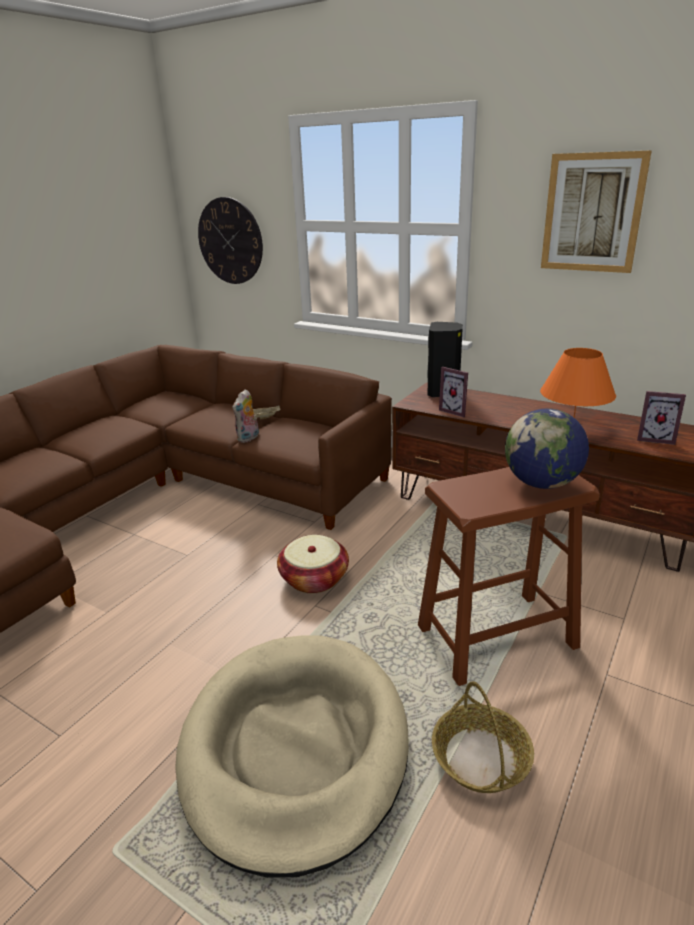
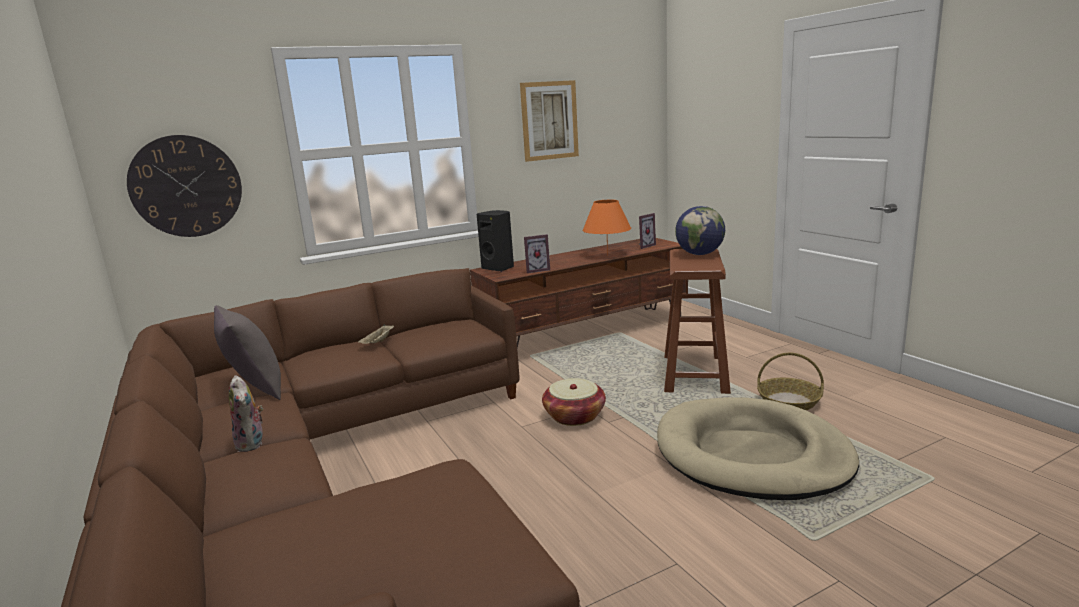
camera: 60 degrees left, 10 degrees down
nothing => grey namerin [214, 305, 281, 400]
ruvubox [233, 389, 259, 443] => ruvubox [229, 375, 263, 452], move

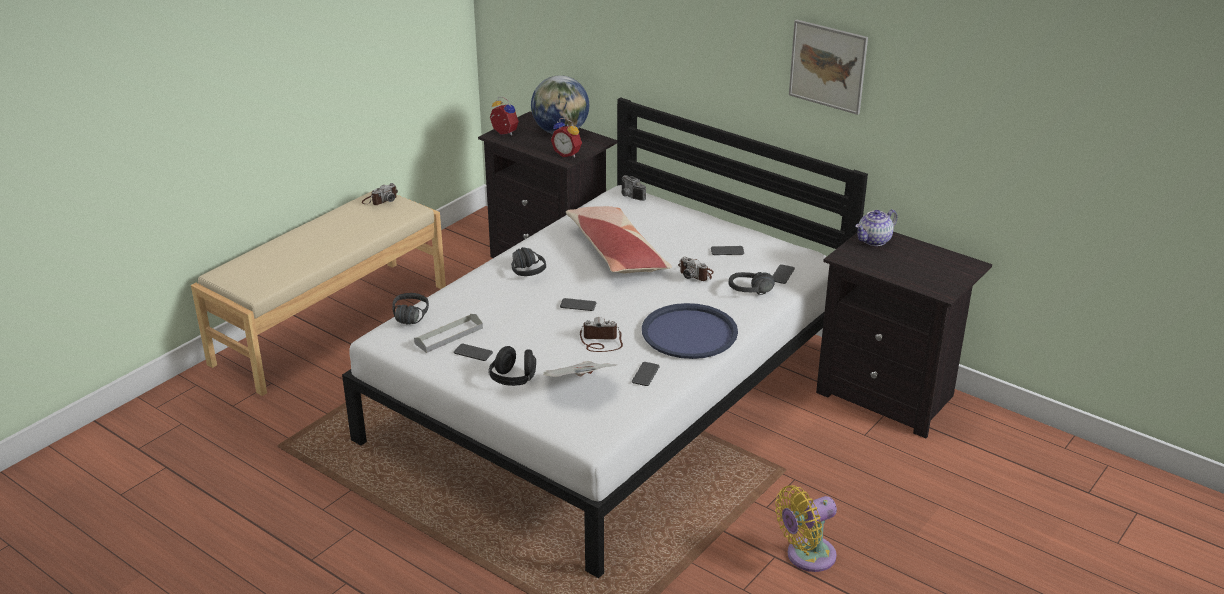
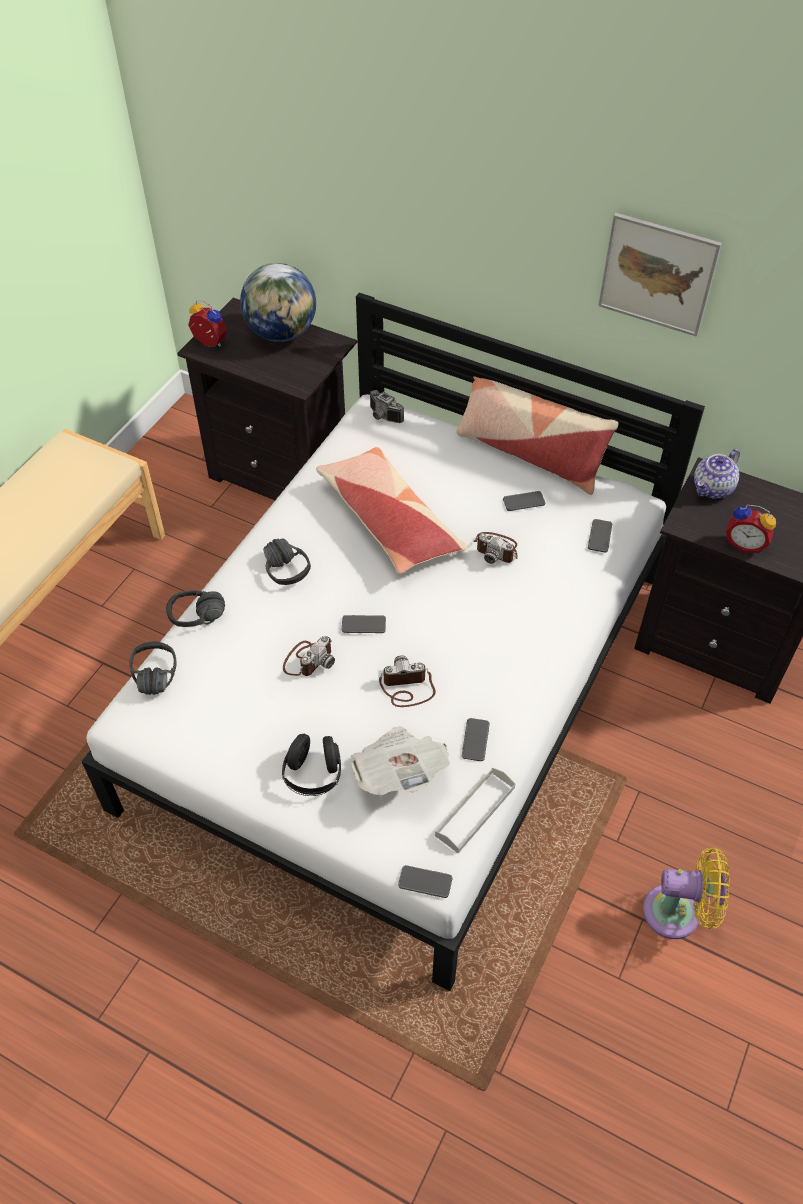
camera: 10 degrees left, 20 degrees up
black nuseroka [729, 272, 775, 295] => black nuseroka [166, 590, 225, 629], move
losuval [362, 183, 398, 205] => losuval [283, 636, 335, 676], move
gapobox [454, 344, 493, 361] => gapobox [398, 865, 452, 898], move
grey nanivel [414, 314, 483, 353] => grey nanivel [435, 767, 515, 853], move
nothing => namerin [457, 376, 619, 495]
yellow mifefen [775, 485, 837, 572] => yellow mifefen [643, 847, 730, 939], 135 degrees counterclockwise
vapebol [551, 118, 582, 158] => vapebol [726, 505, 776, 553], move
blue nanivel [642, 303, 738, 359] => nothing

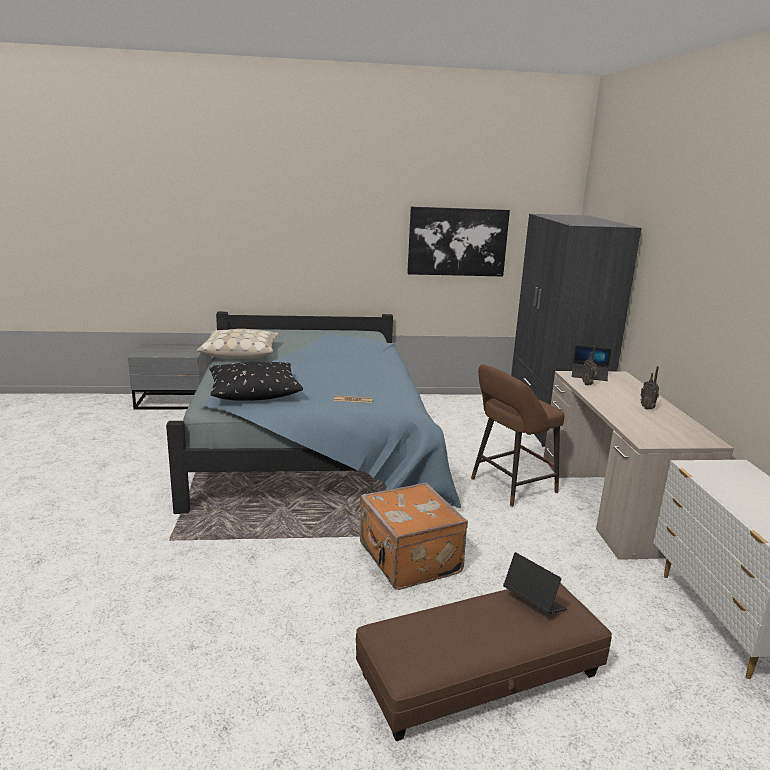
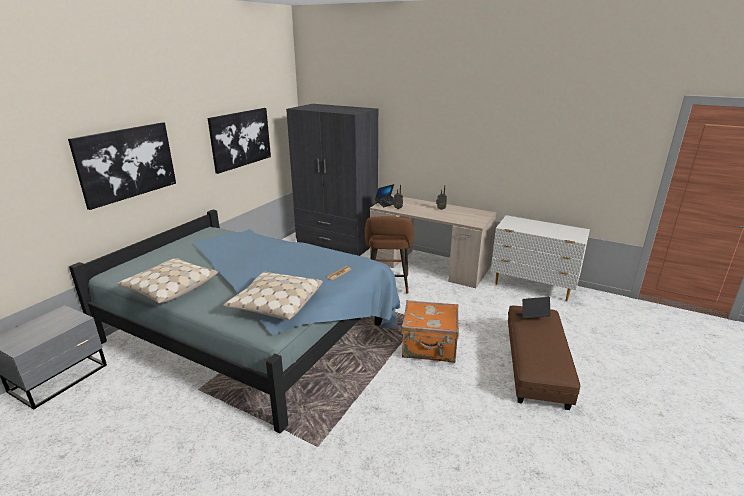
camera: 55 degrees left, 5 degrees up
nothing => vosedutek [68, 122, 176, 210]
black namerin [209, 362, 303, 401] => beige namerin [223, 272, 323, 320]

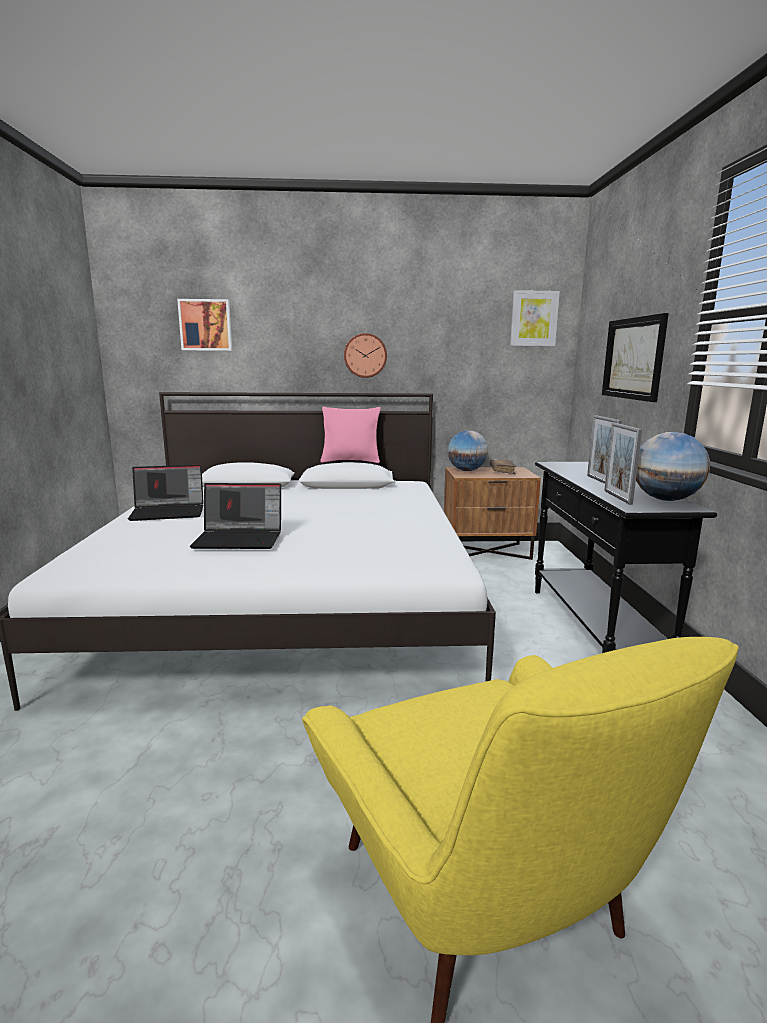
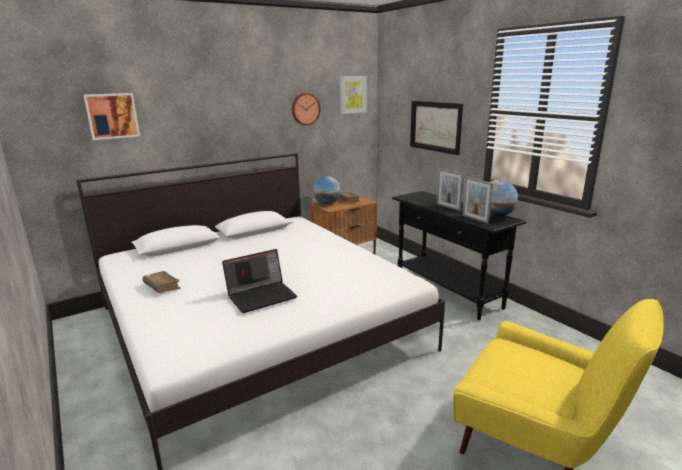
camera: 30 degrees left, 5 degrees up
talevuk [128, 465, 204, 521] => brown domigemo [143, 271, 180, 293]
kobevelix [344, 333, 387, 378] => kobevelix [292, 93, 320, 125], move
pink namerin [320, 406, 381, 463] => nothing

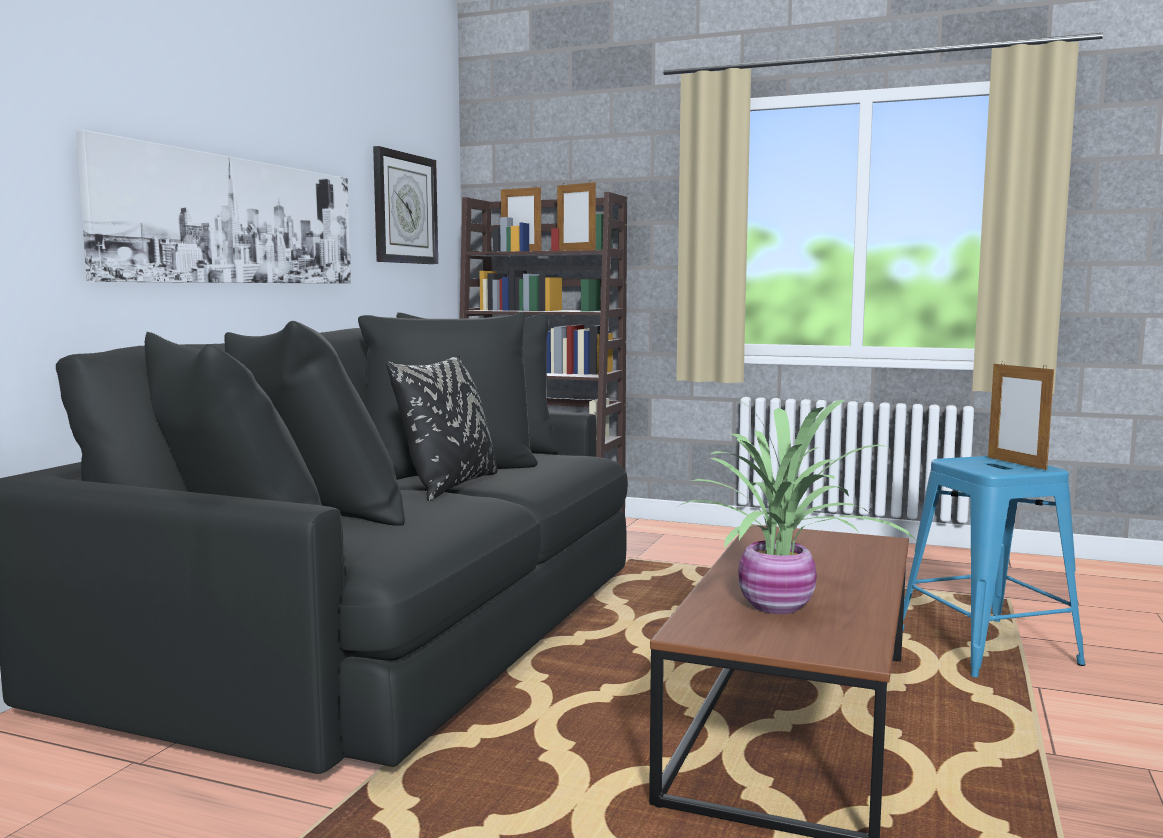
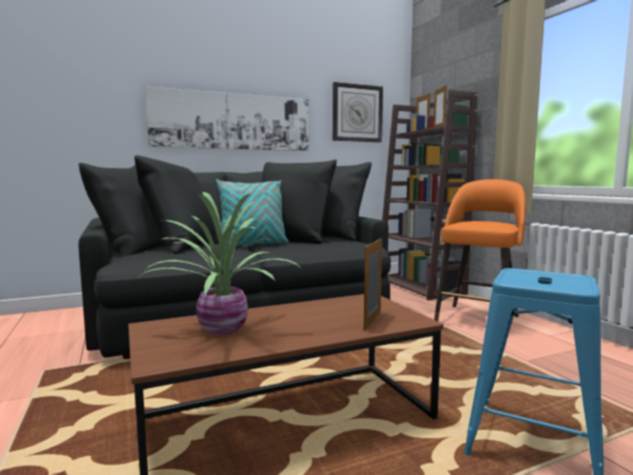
camera: 45 degrees right, 0 degrees up
black namerin [386, 355, 498, 501] => turquoise namerin [216, 179, 289, 246]
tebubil [988, 361, 1054, 470] => tebubil [364, 238, 382, 331], move
nothing => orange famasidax [434, 179, 526, 321]

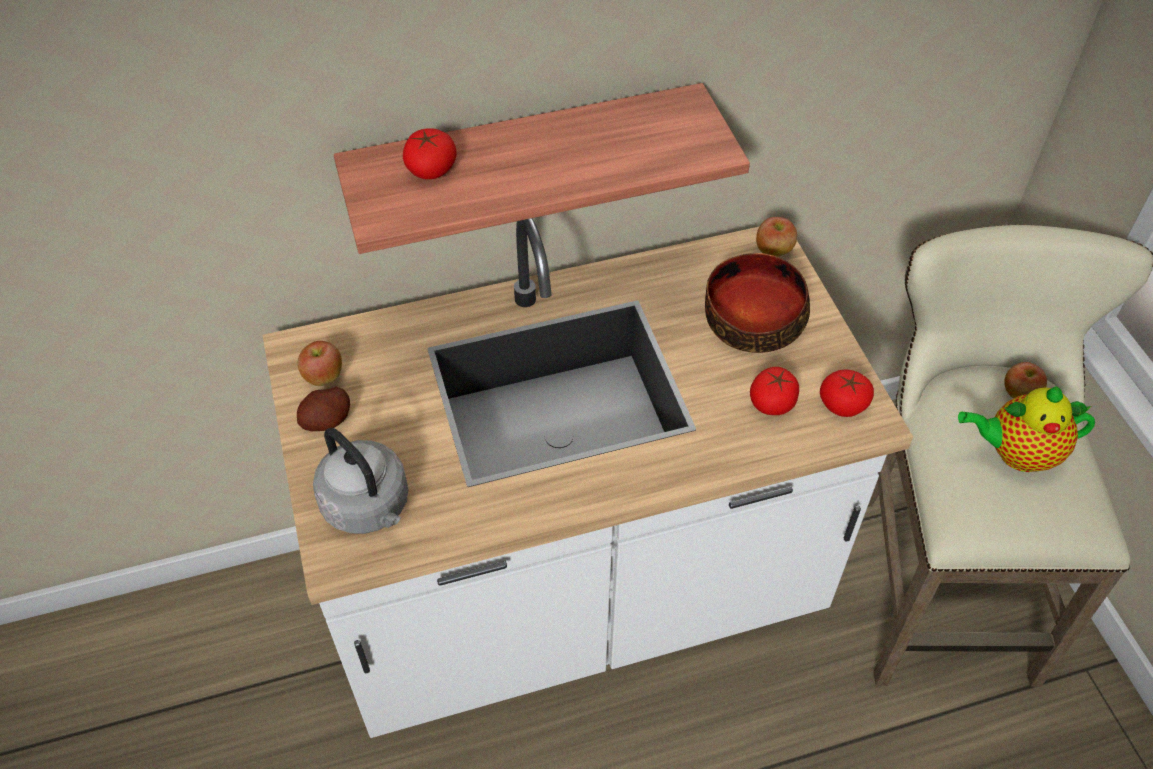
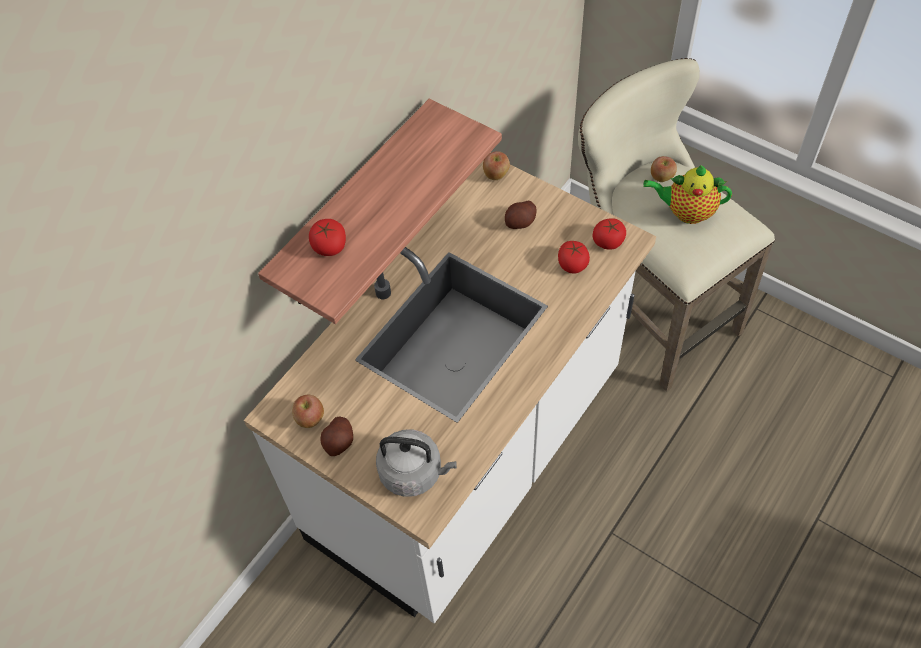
camera: 35 degrees left, 5 degrees up
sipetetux [705, 253, 810, 353] => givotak [505, 201, 537, 229]
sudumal [958, 386, 1095, 472] => sudumal [643, 165, 732, 224], 45 degrees clockwise

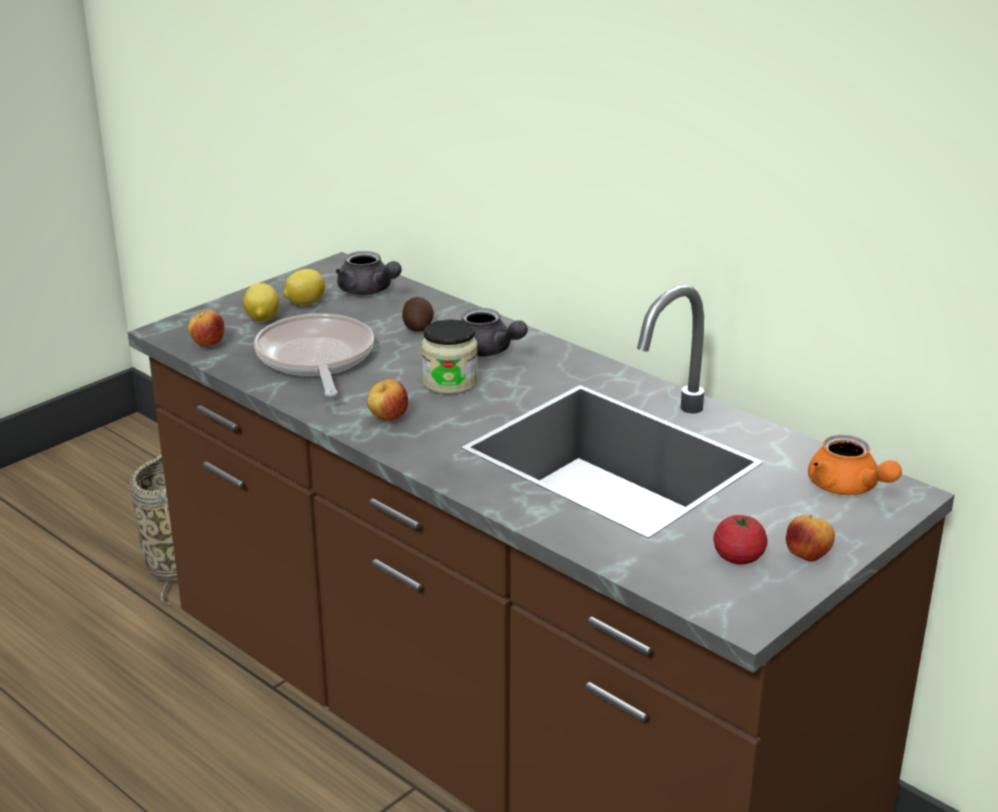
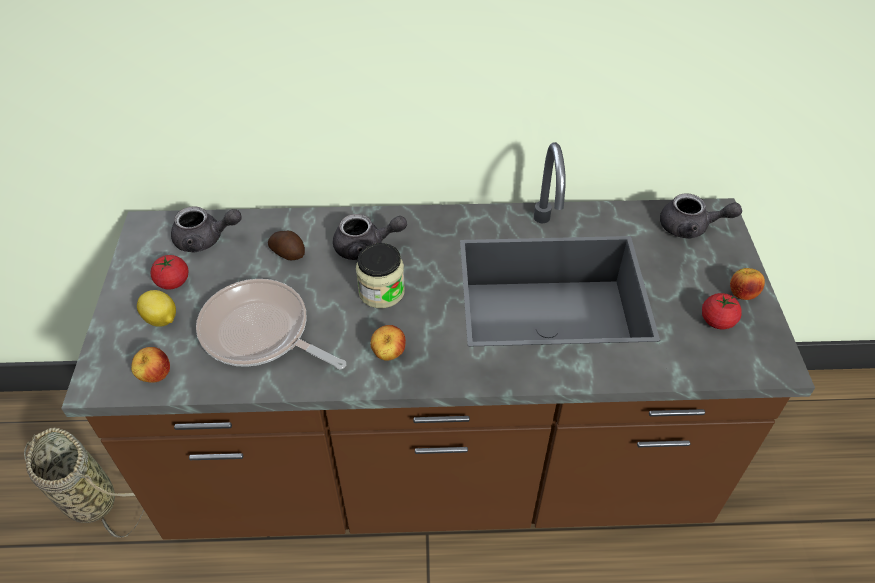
camera: 45 degrees left, 20 degrees up
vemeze [283, 269, 325, 305] => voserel [151, 255, 188, 290]
orange sudumal [808, 435, 902, 495] => grey sudumal [660, 193, 742, 239]

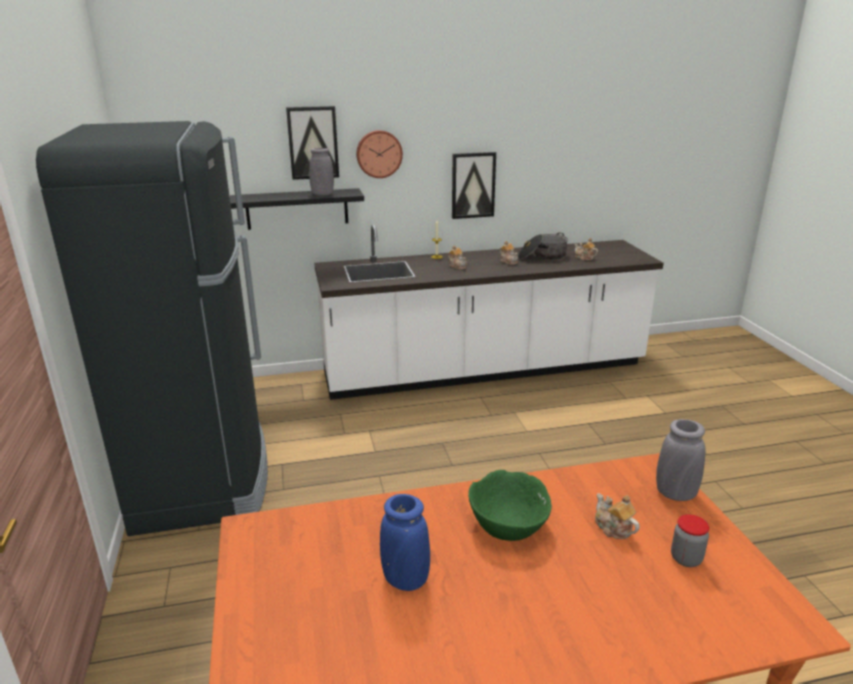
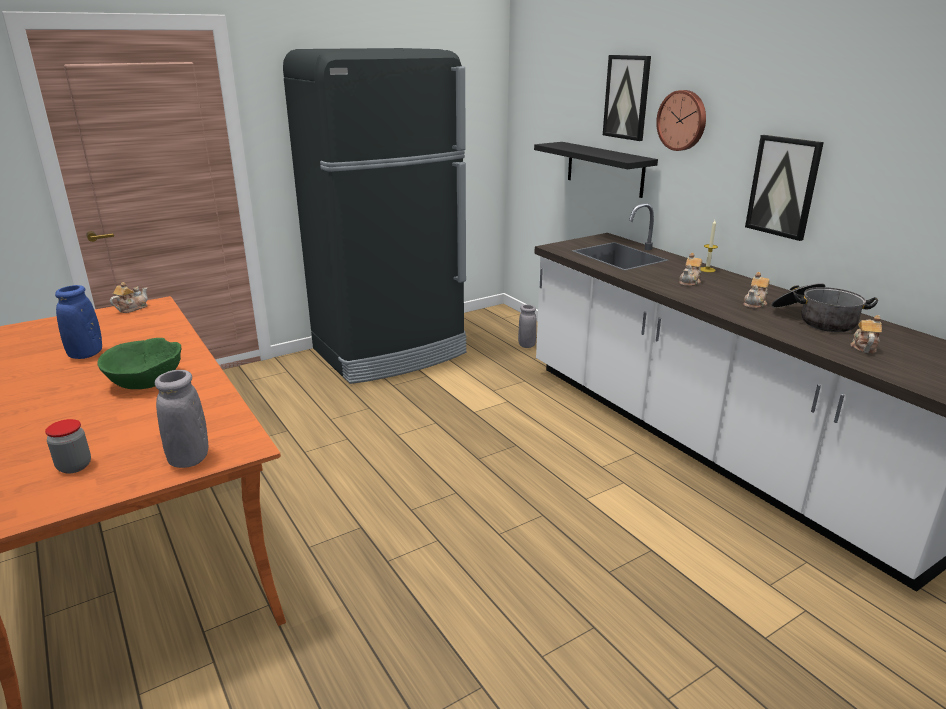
camera: 70 degrees right, 0 degrees up
sudumal [595, 493, 640, 539] => sudumal [110, 282, 148, 313], move
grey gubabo [309, 148, 334, 196] => grey gubabo [518, 305, 537, 348], move

